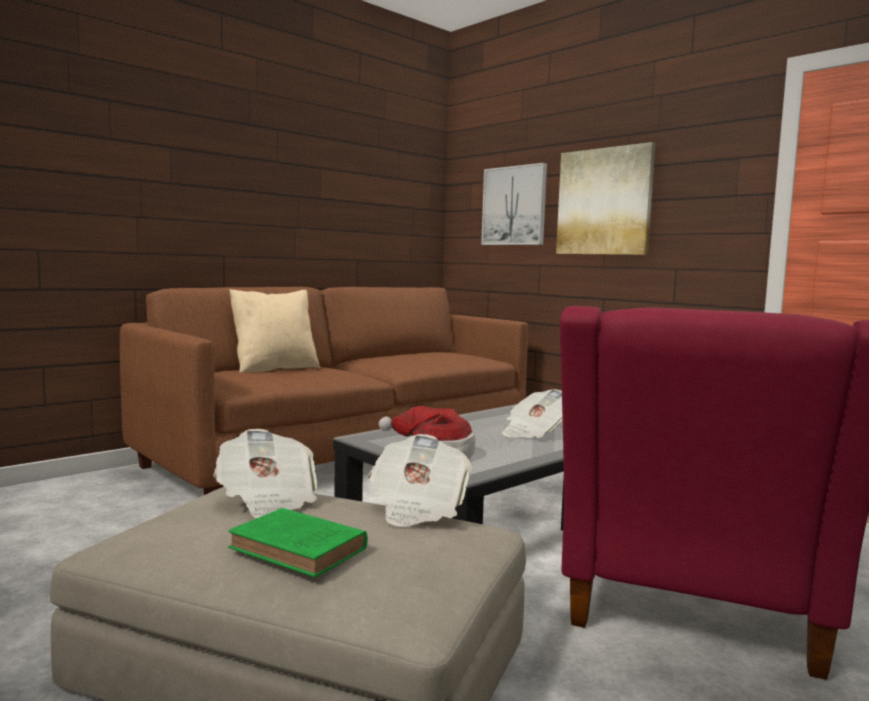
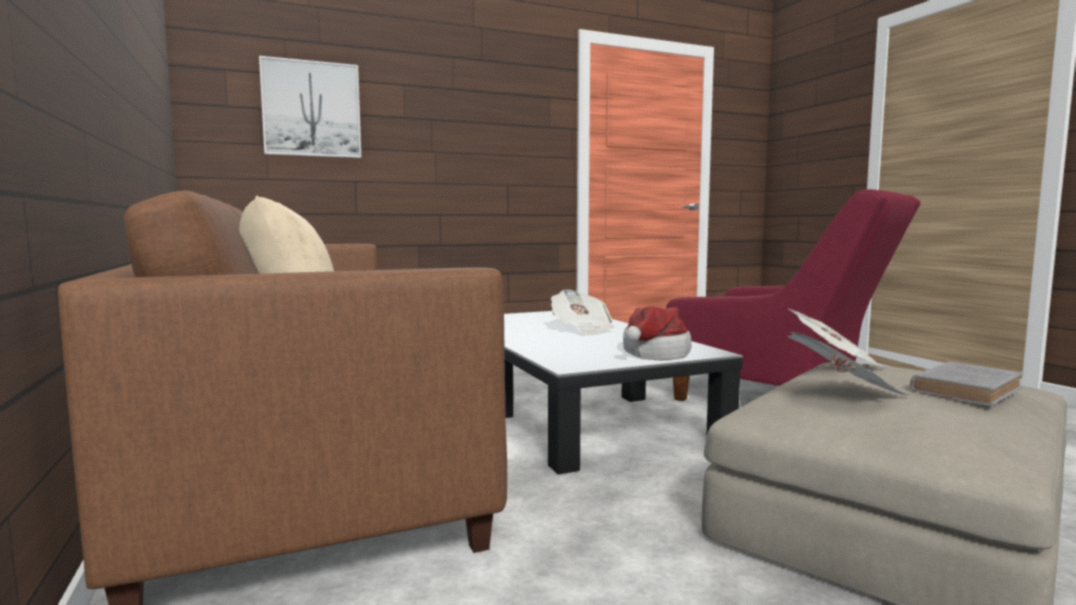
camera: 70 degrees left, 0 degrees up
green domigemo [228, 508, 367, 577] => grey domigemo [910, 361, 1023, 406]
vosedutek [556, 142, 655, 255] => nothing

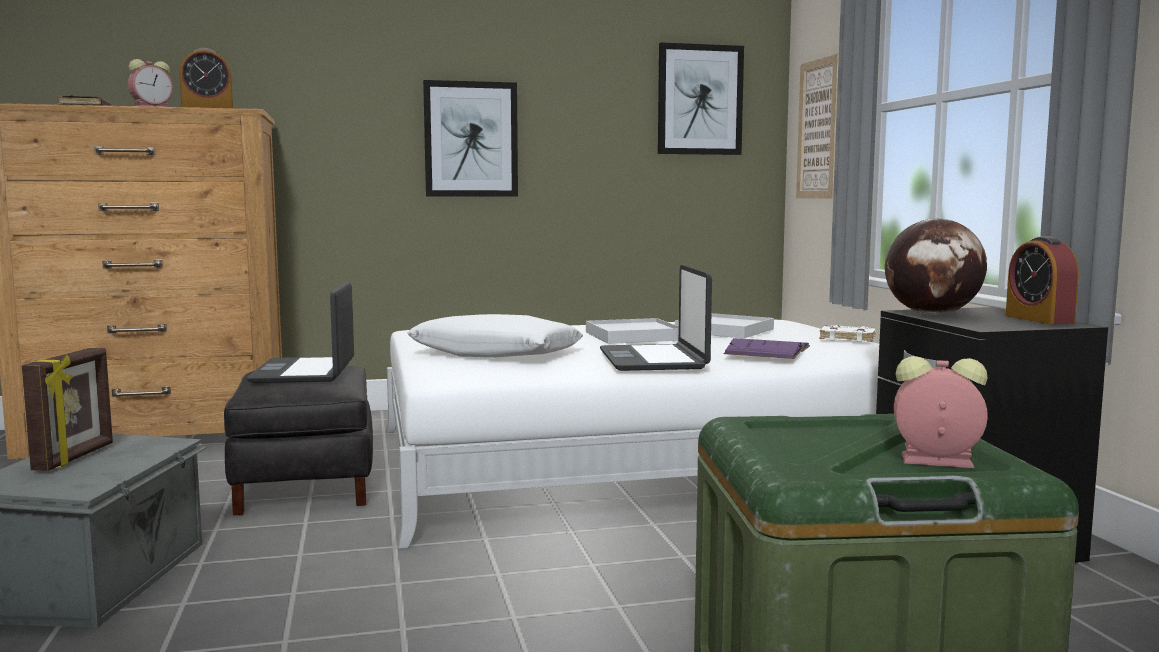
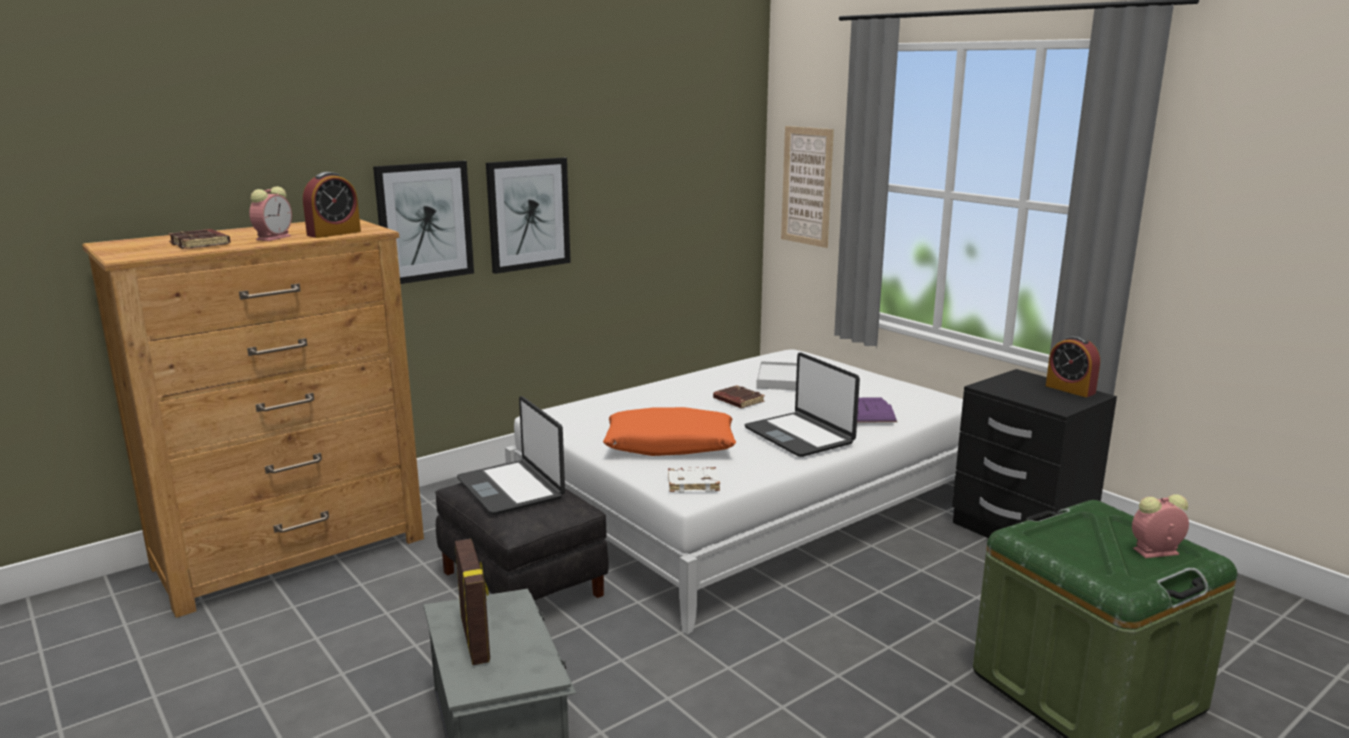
camera: 25 degrees left, 10 degrees up
vosedutek [658, 43, 744, 155] => vosedutek [373, 161, 474, 284], move
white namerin [408, 314, 583, 357] => orange namerin [603, 407, 736, 456]
white domigemo [819, 325, 875, 342] => white domigemo [668, 467, 720, 493], move
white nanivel [586, 318, 679, 344] => brown domigemo [713, 385, 765, 408]
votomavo [885, 218, 987, 315] => nothing

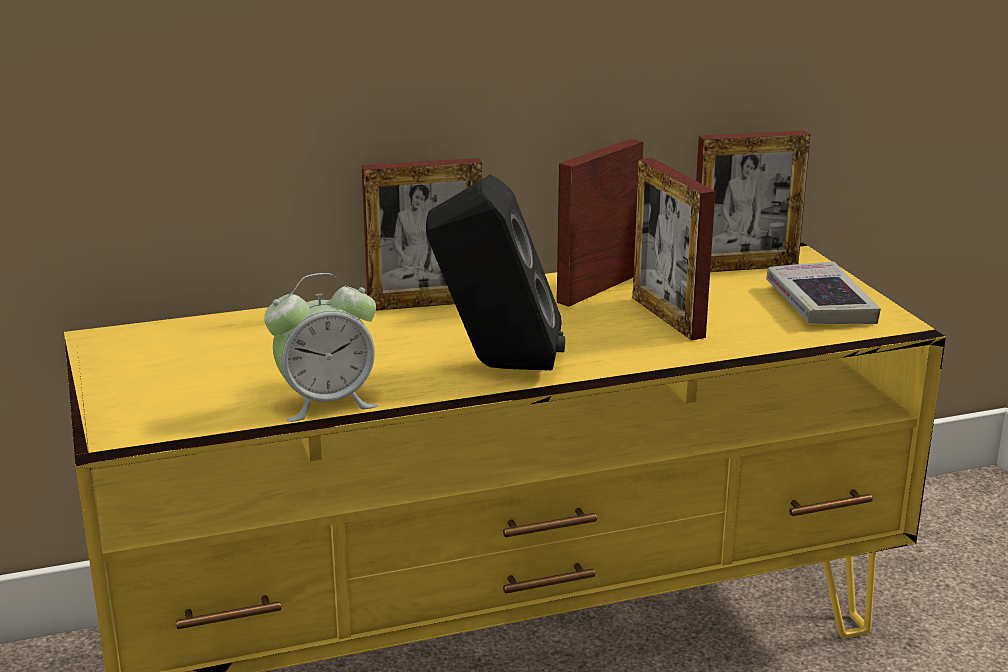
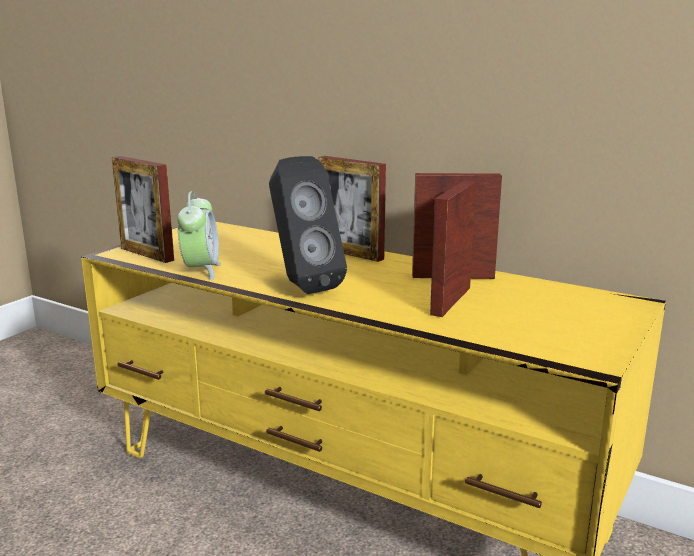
camera: 50 degrees right, 5 degrees down
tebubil [696, 130, 810, 272] => tebubil [112, 156, 174, 263], move
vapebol [264, 273, 378, 422] => vapebol [177, 191, 221, 280], 120 degrees counterclockwise
domigemo [766, 262, 881, 324] => nothing

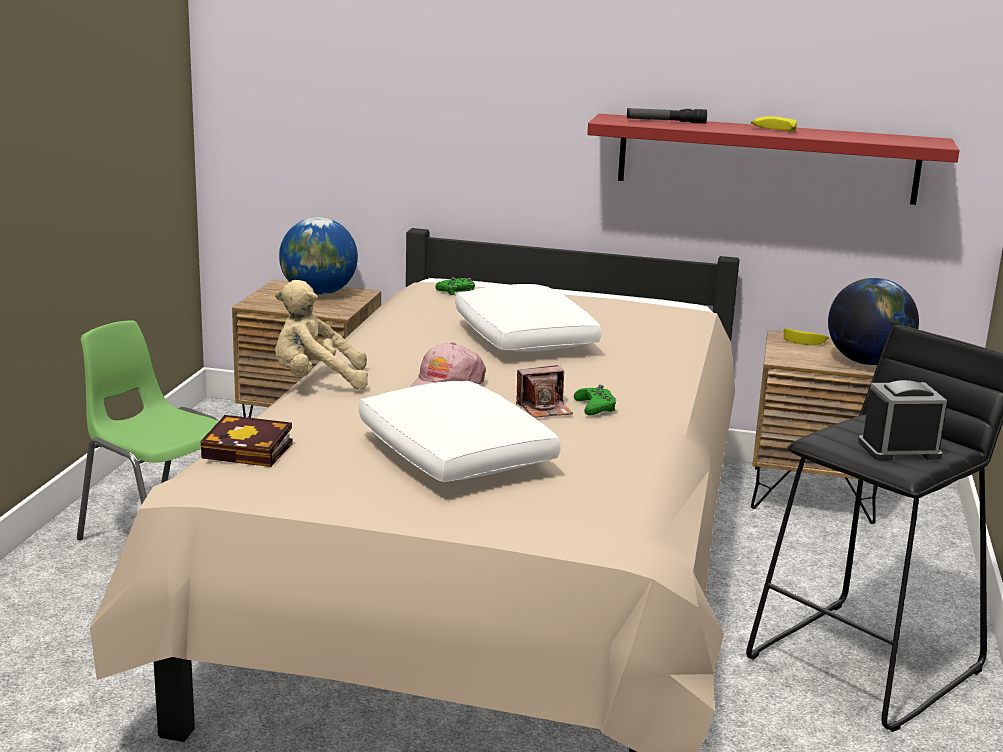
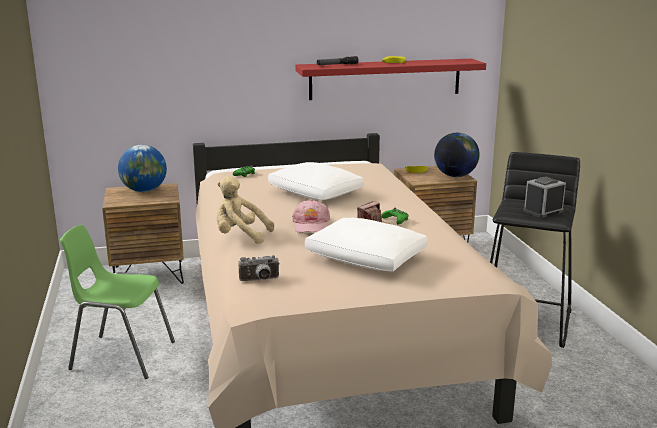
camera: 25 degrees left, 0 degrees up
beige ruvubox [275, 280, 368, 390] => beige ruvubox [217, 176, 274, 244], 45 degrees clockwise
domigemo [201, 415, 292, 467] => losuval [238, 255, 280, 281]

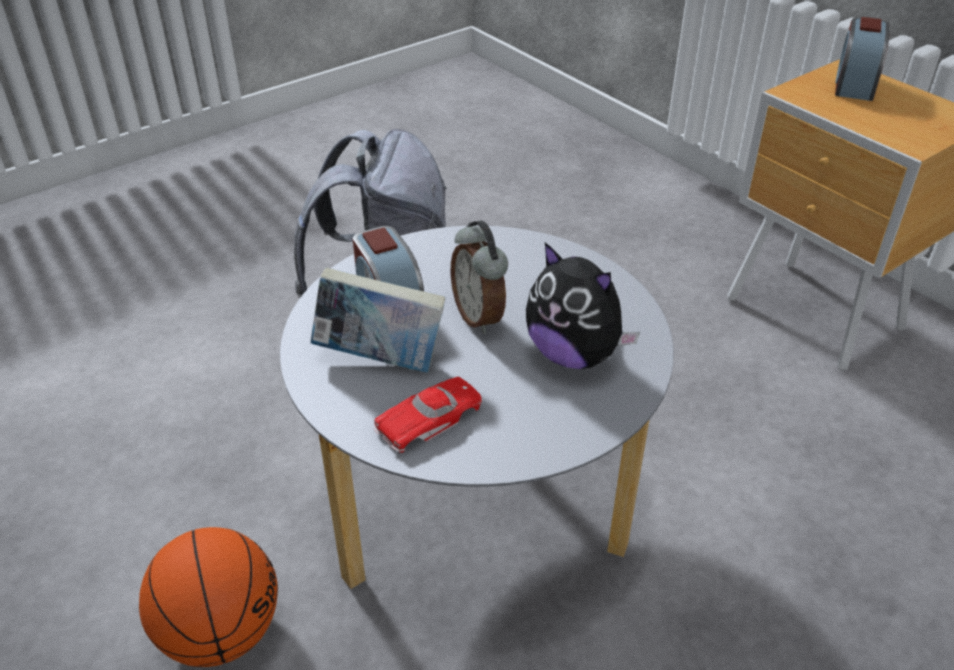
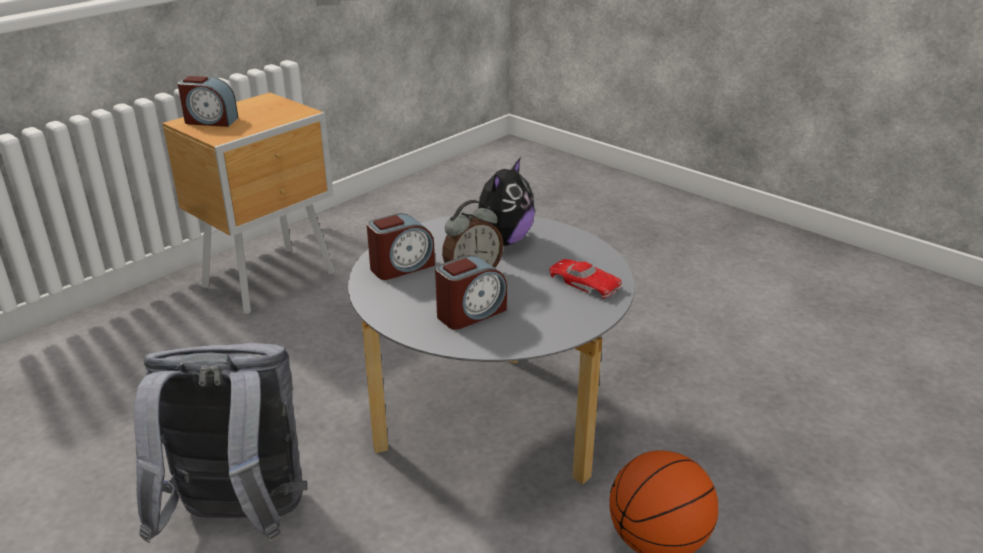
camera: 100 degrees left, 10 degrees down
nothing => vapebol [367, 213, 435, 280]
domigemo [310, 267, 445, 373] => nothing

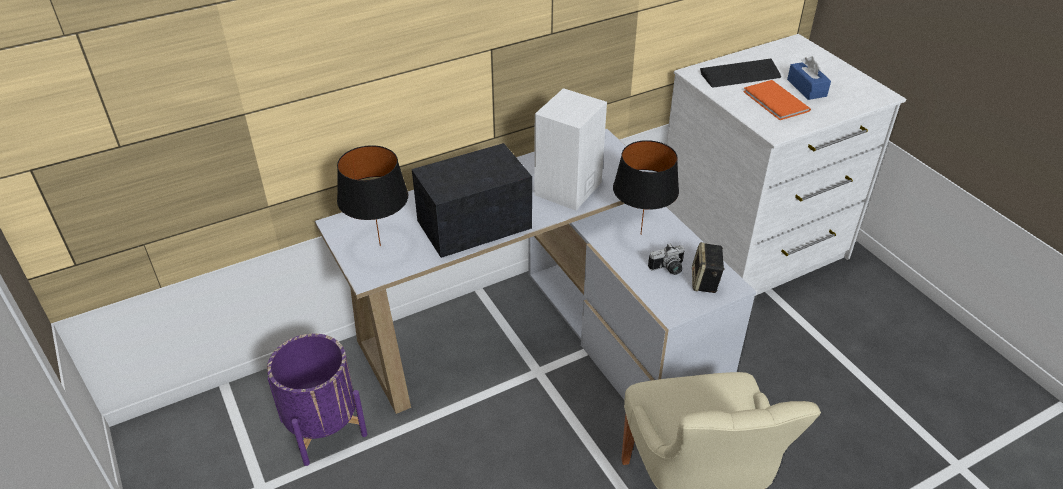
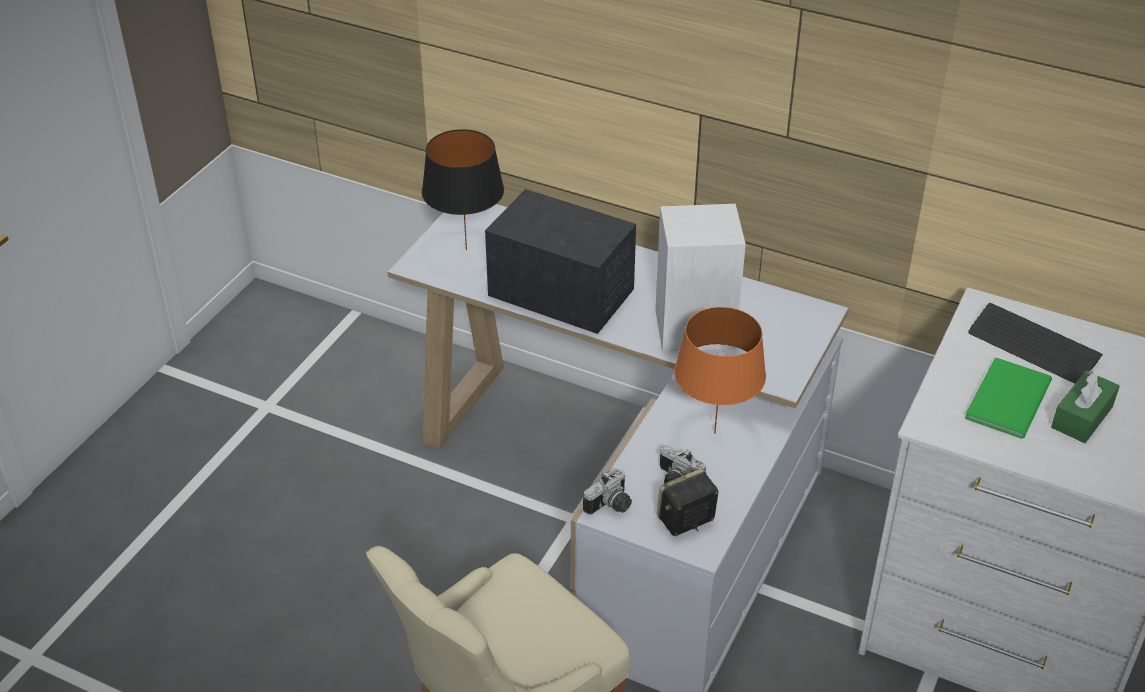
camera: 55 degrees right, 0 degrees up
nothing => losuval [583, 469, 632, 515]
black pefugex [613, 140, 679, 235] => orange pefugex [674, 307, 766, 434]
orange domigemo [744, 80, 811, 120] => green domigemo [965, 358, 1052, 439]
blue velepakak [787, 56, 831, 100] => green velepakak [1051, 370, 1120, 443]
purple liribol [267, 334, 367, 466] => nothing

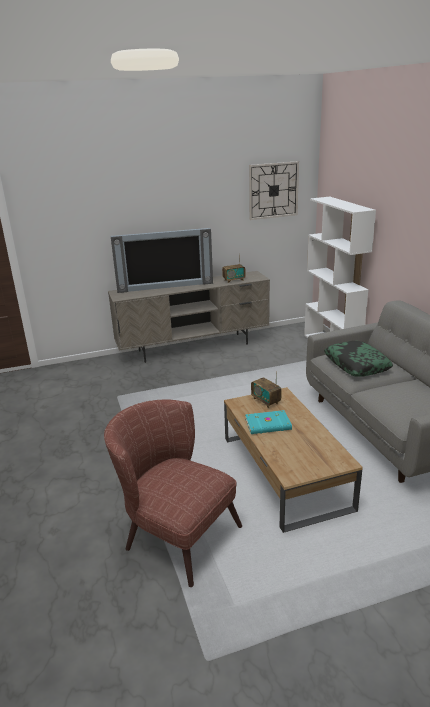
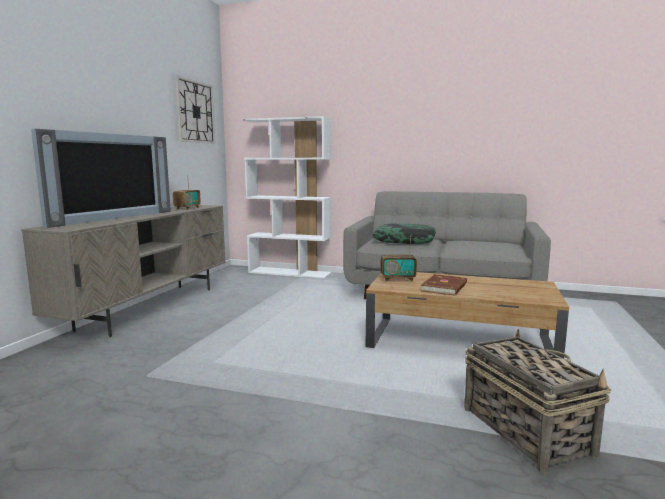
camera: 55 degrees left, 15 degrees down
turquoise domigemo [245, 410, 292, 434] => brown domigemo [421, 274, 467, 296]
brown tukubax [104, 399, 242, 587] => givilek [464, 329, 612, 473]

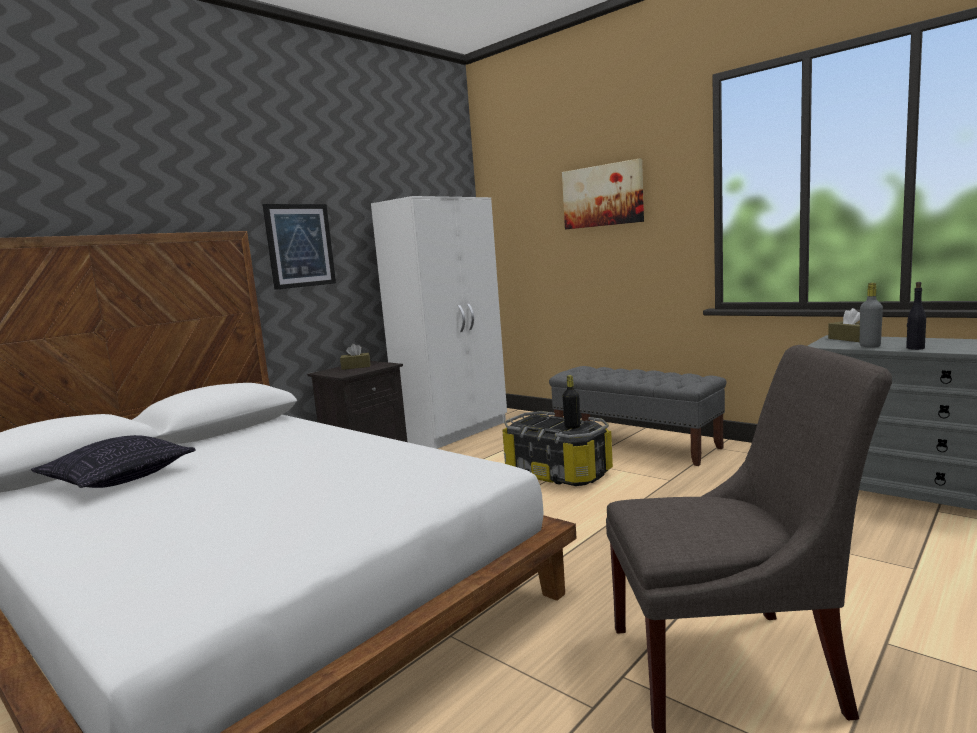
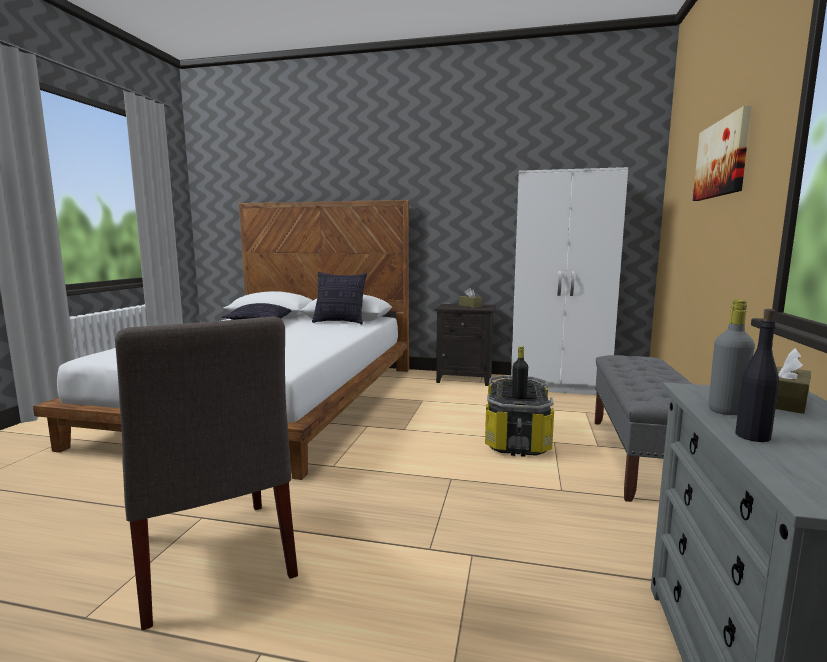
camera: 60 degrees right, 0 degrees up
nothing => namerin [312, 272, 367, 324]
vosedutek [262, 204, 336, 290] => nothing

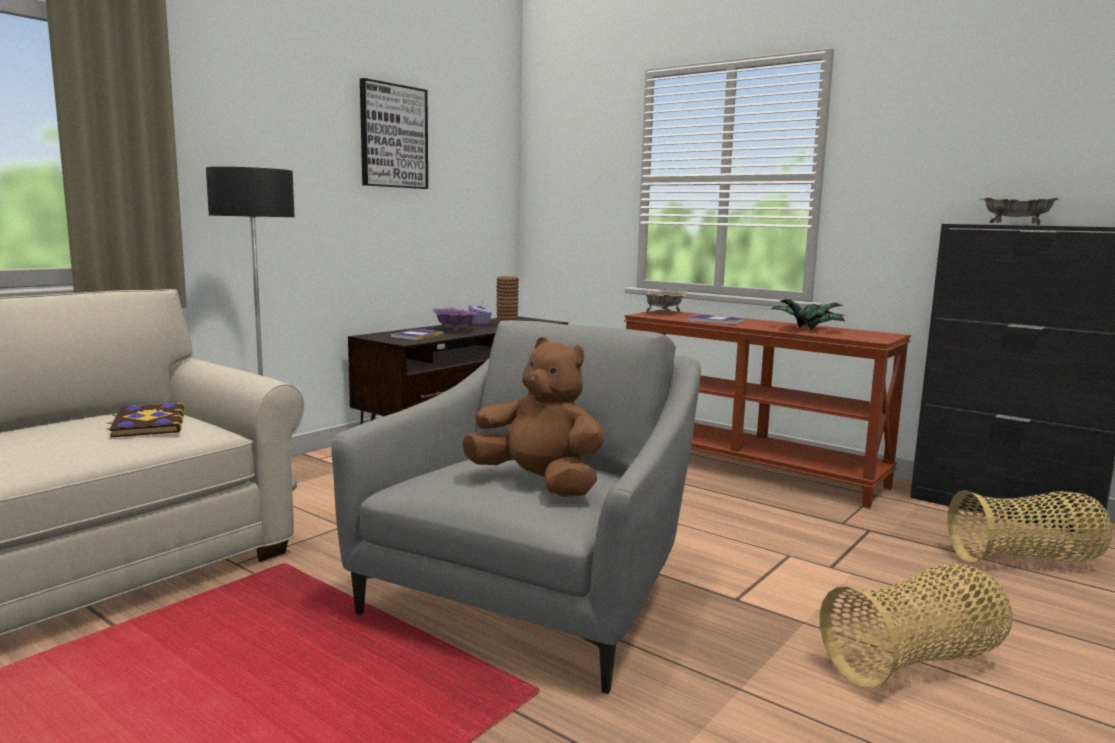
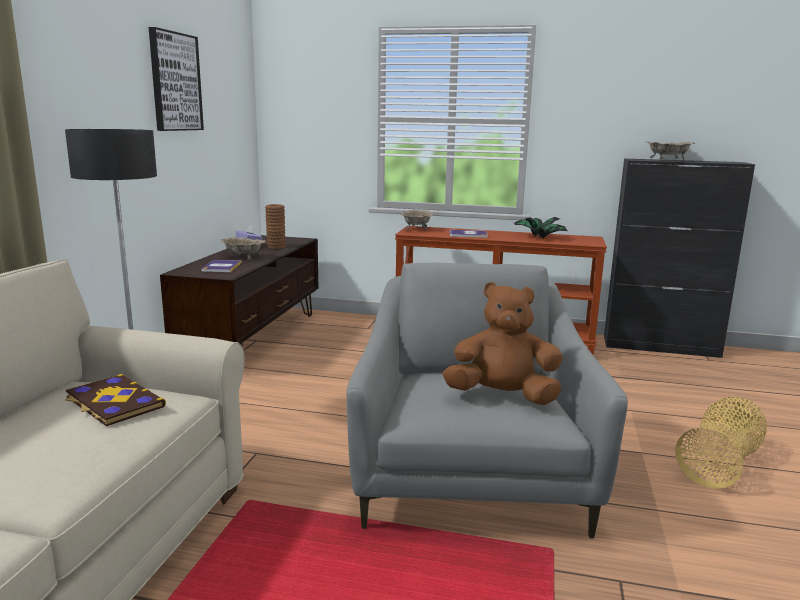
camera: 25 degrees left, 5 degrees up
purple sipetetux [433, 308, 478, 332] => beige sipetetux [220, 237, 266, 260]
givilek [947, 490, 1112, 563] => nothing

